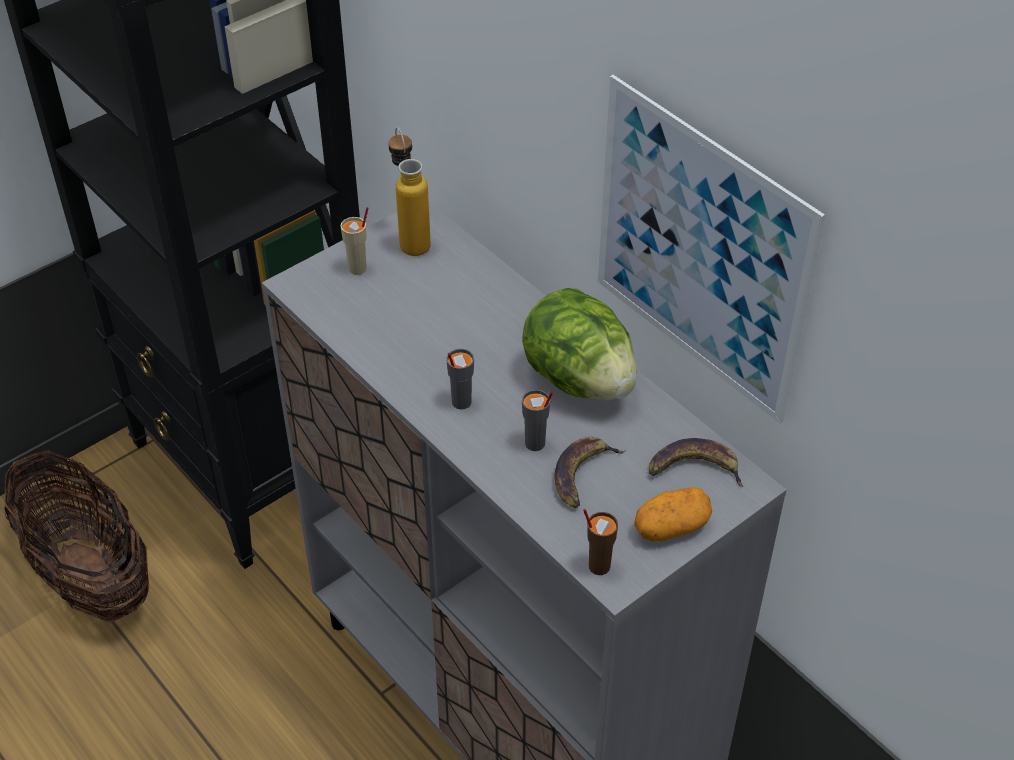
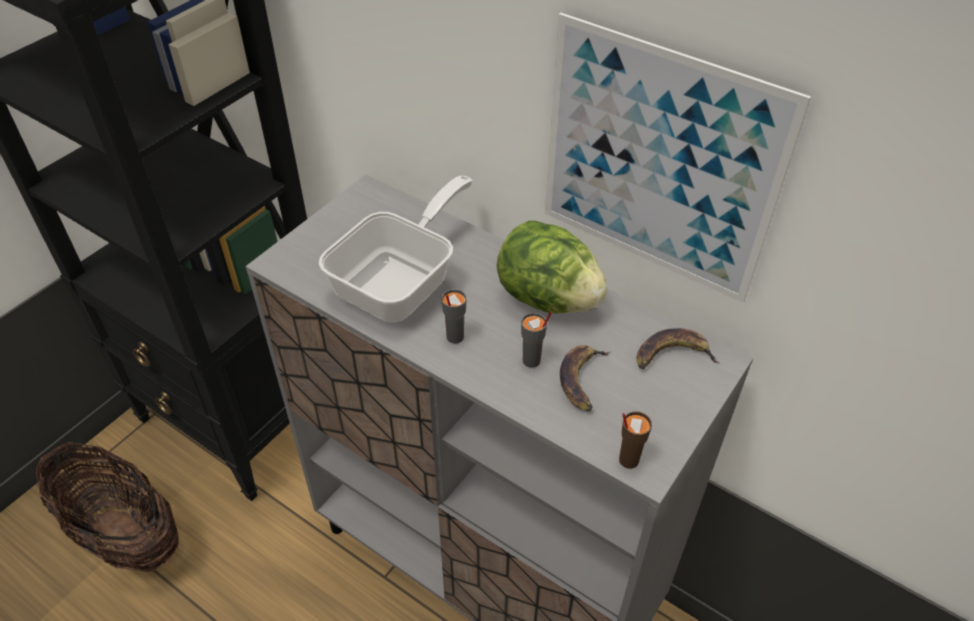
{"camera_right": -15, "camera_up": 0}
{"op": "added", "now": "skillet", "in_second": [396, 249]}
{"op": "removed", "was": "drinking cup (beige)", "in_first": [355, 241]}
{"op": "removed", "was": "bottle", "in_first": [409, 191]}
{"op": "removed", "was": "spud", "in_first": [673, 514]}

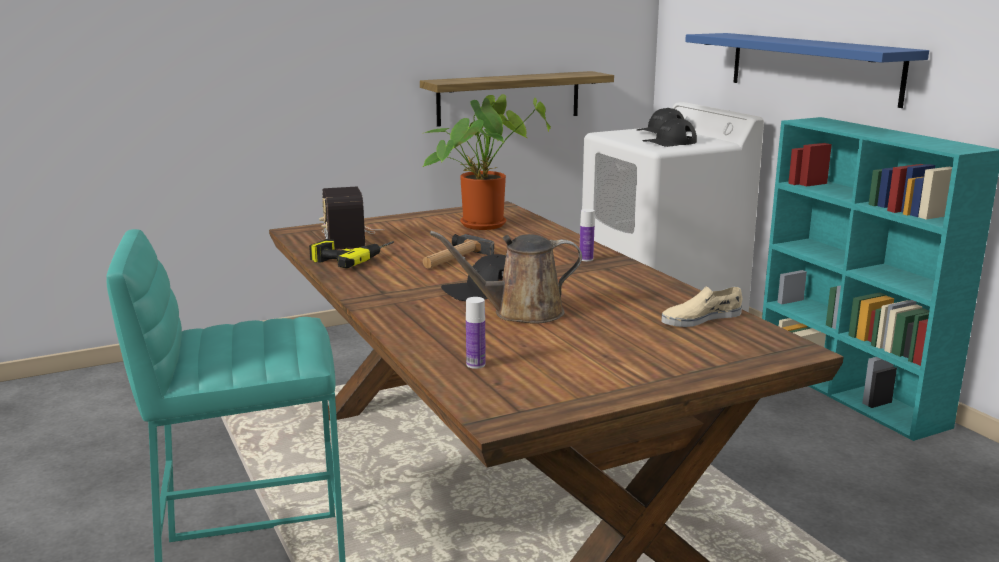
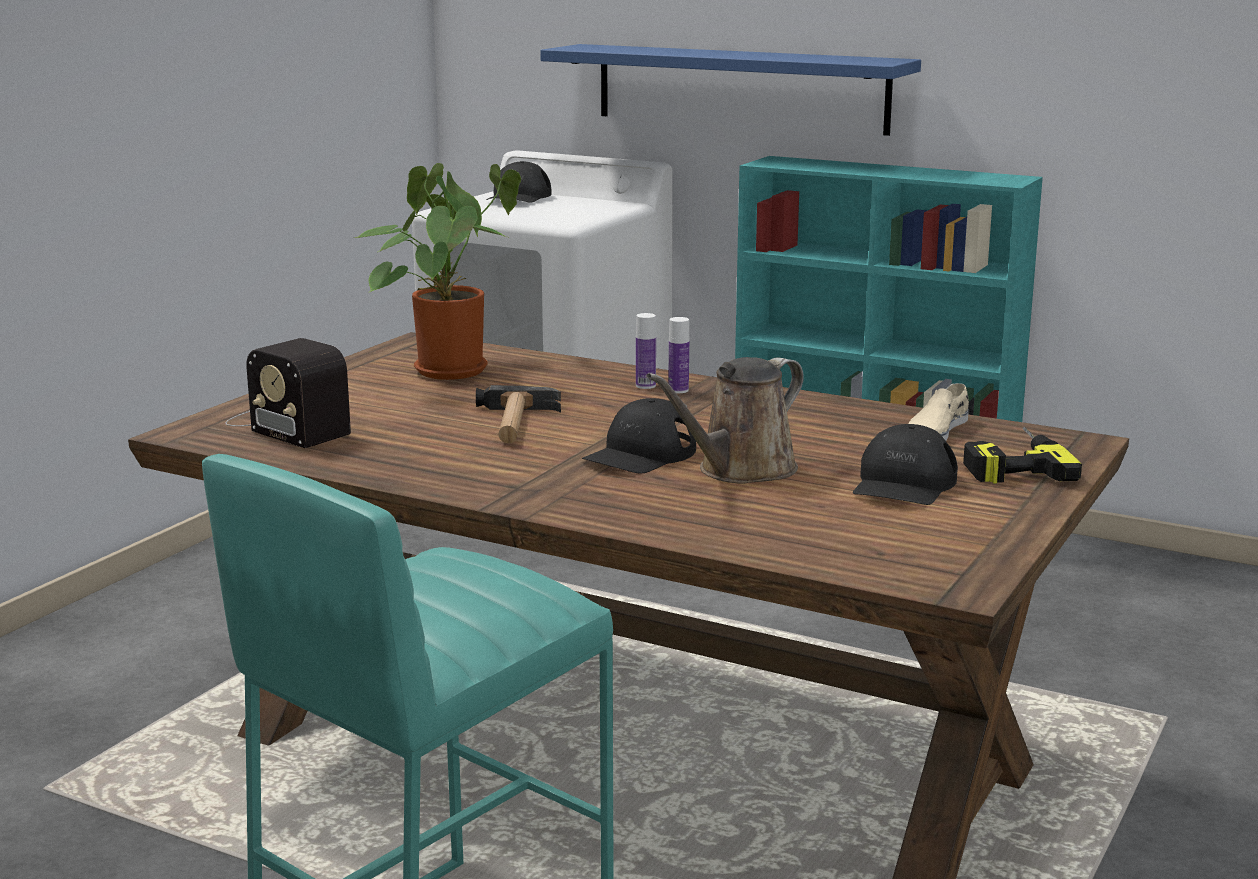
{"camera_right": -35, "camera_up": 0}
{"op": "moved", "was": "bottle", "in_first": [475, 333], "in_second": [646, 351]}
{"op": "moved", "was": "peaked cap (black)", "in_first": [670, 132], "in_second": [905, 464]}
{"op": "moved", "was": "power drill", "in_first": [351, 254], "in_second": [1022, 455]}
{"op": "removed", "was": "shelf", "in_first": [517, 99]}

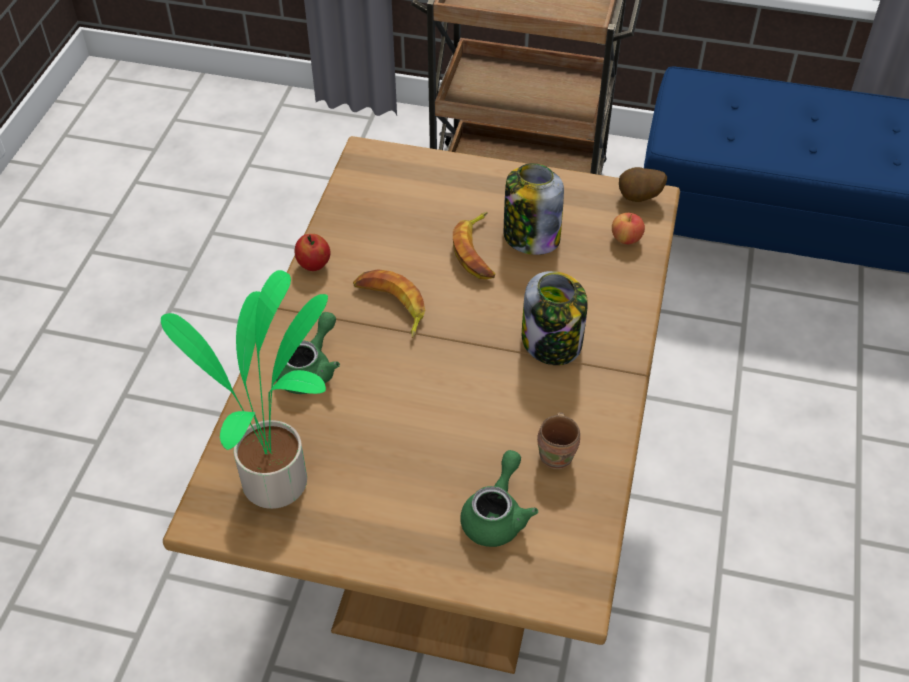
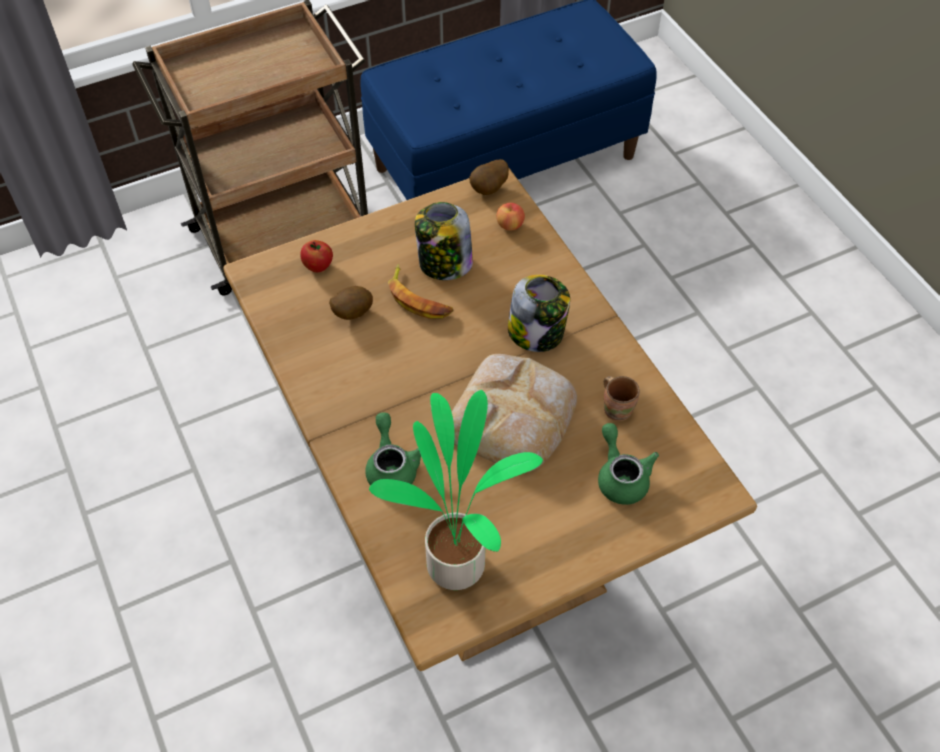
{"camera_right": -40, "camera_up": 5}
{"op": "moved", "was": "whole apple", "in_first": [312, 252], "in_second": [316, 256]}
{"op": "added", "now": "spud", "in_second": [351, 303]}
{"op": "added", "now": "baked bread", "in_second": [514, 413]}
{"op": "removed", "was": "banana", "in_first": [389, 303]}

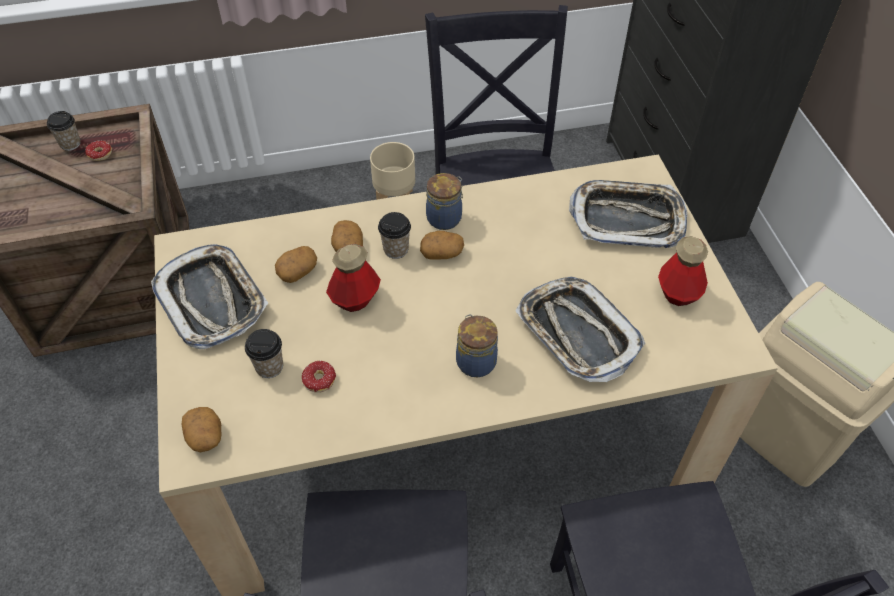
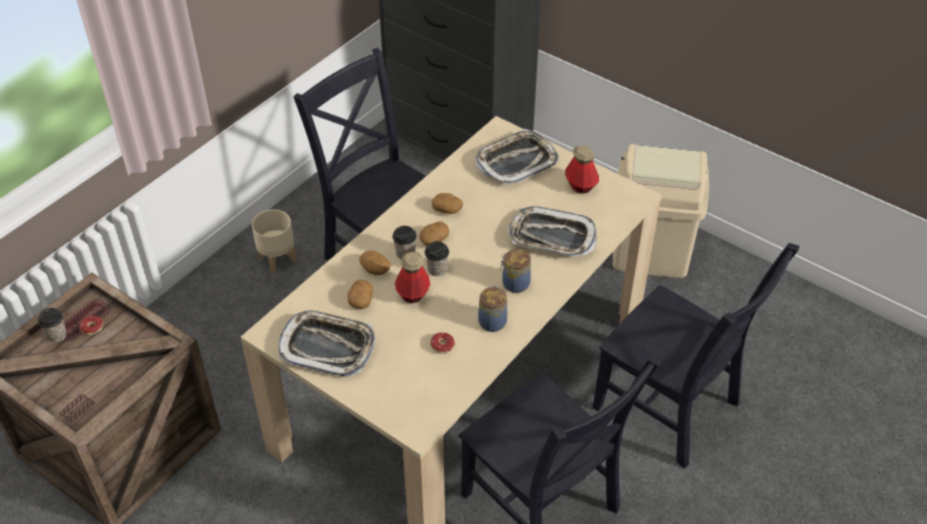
{"camera_right": -40, "camera_up": -5}
{"op": "moved", "was": "drinking cup", "in_first": [264, 353], "in_second": [437, 258]}
{"op": "moved", "was": "spud", "in_first": [201, 429], "in_second": [447, 203]}
{"op": "moved", "was": "jar", "in_first": [444, 201], "in_second": [492, 309]}

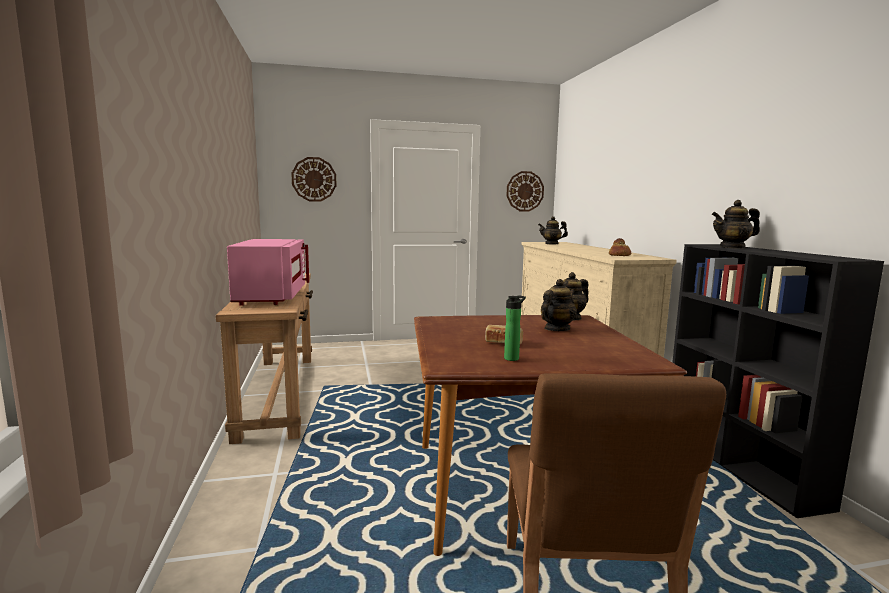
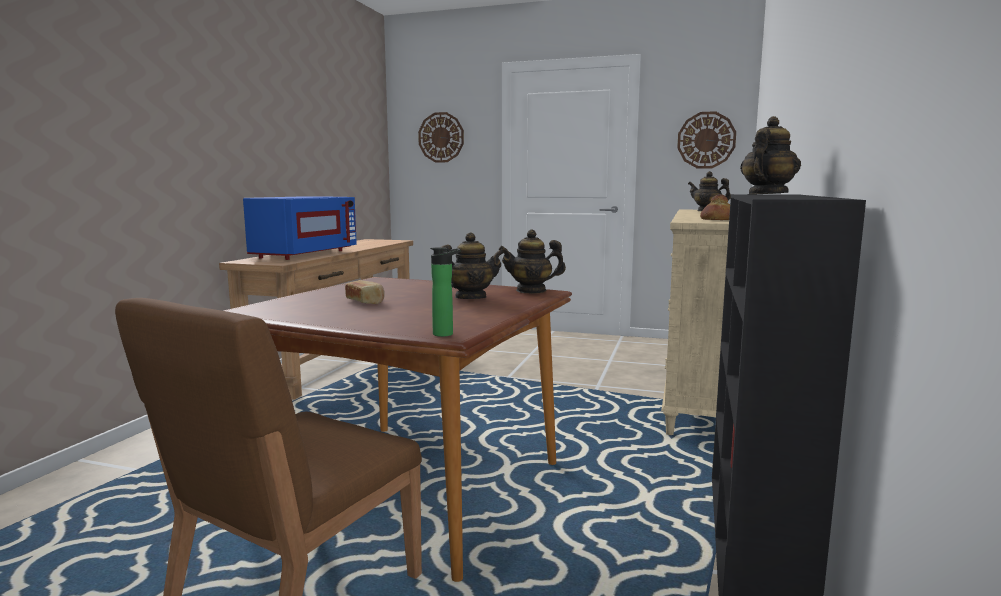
{"camera_right": 30, "camera_up": 0}
{"op": "recoloured", "was": "microwave oven (pink)", "now": "microwave oven (blue-coloured)", "in_first": [268, 272], "in_second": [300, 228]}
{"op": "moved", "was": "bottle", "in_first": [515, 328], "in_second": [445, 292]}
{"op": "turned", "was": "pot for tea", "in_first": [736, 224], "in_second": [770, 155], "clockwise": 105}

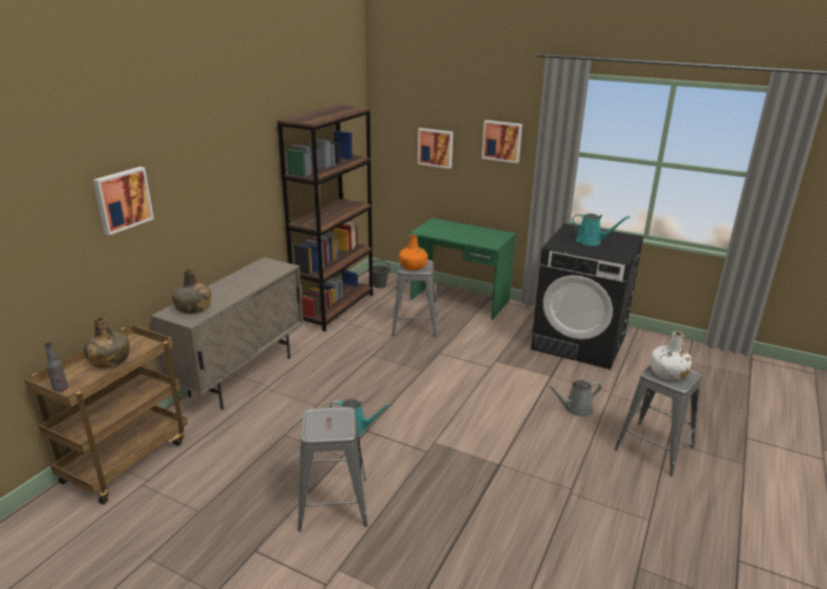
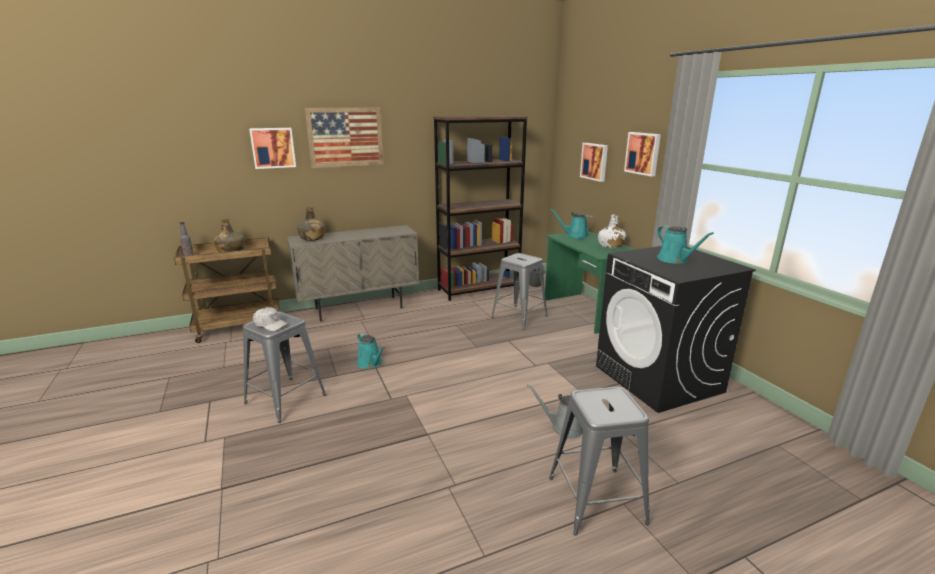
{"camera_right": 40, "camera_up": -5}
{"op": "added", "now": "peaked cap (white-coloured)", "in_second": [271, 319]}
{"op": "added", "now": "wall art", "in_second": [344, 137]}
{"op": "added", "now": "watering can (blue-green)", "in_second": [572, 224]}
{"op": "moved", "was": "bottle (white-coloured)", "in_first": [671, 356], "in_second": [612, 231]}
{"op": "removed", "was": "bottle (orange)", "in_first": [413, 252]}

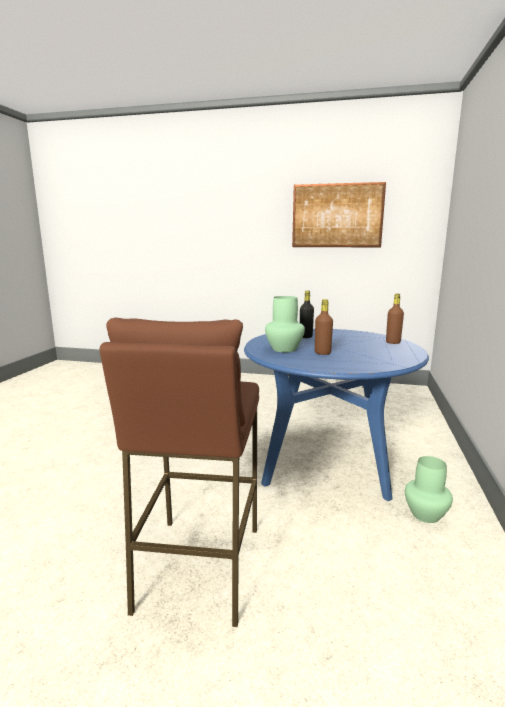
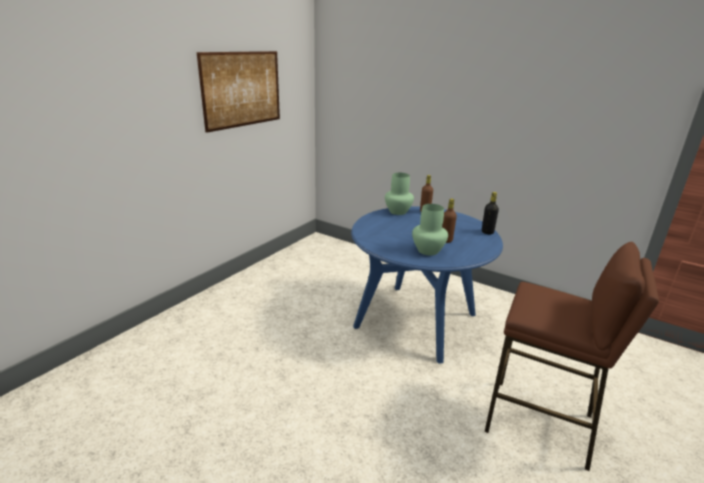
{"camera_right": -70, "camera_up": 10}
{"op": "moved", "was": "vase (green)", "in_first": [429, 489], "in_second": [399, 194]}
{"op": "moved", "was": "bottle (black)", "in_first": [307, 314], "in_second": [490, 213]}

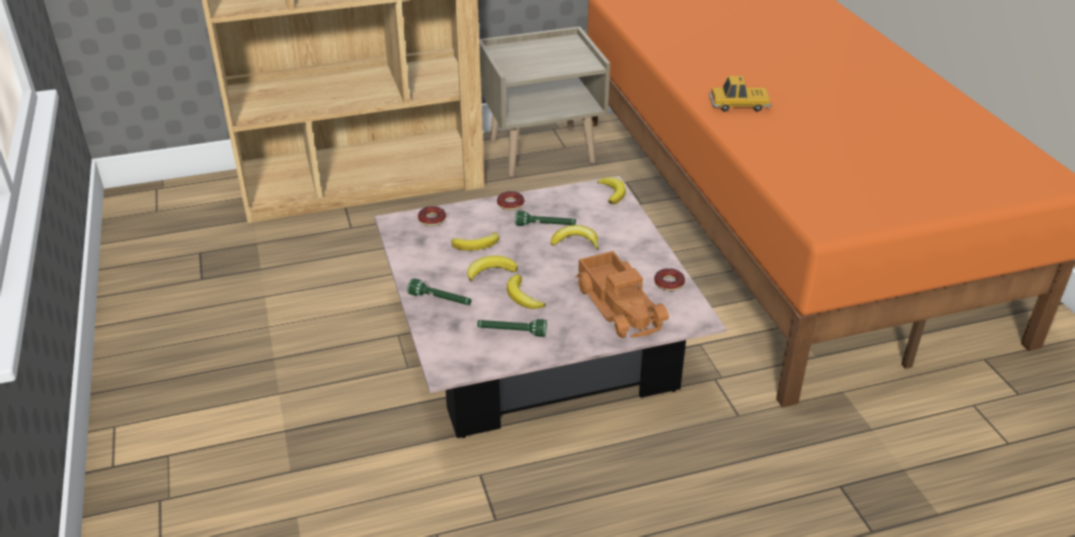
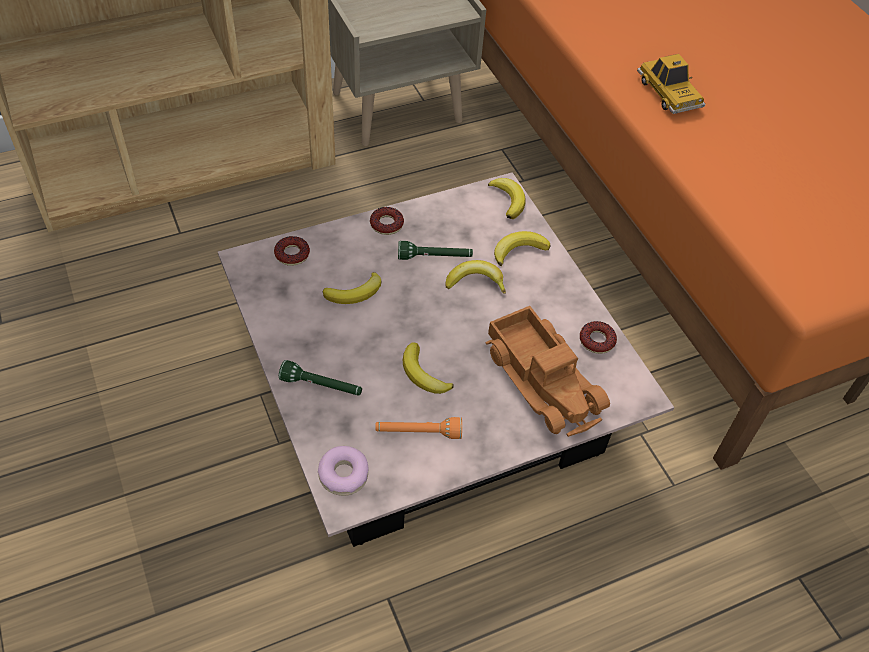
{"camera_right": -10, "camera_up": 15}
{"op": "added", "now": "doughnut", "in_second": [343, 471]}
{"op": "recoloured", "was": "torch (green)", "now": "torch (orange)", "in_first": [512, 328], "in_second": [418, 428]}
{"op": "moved", "was": "banana", "in_first": [492, 269], "in_second": [522, 248]}
{"op": "turned", "was": "miniature car", "in_first": [740, 94], "in_second": [671, 84], "clockwise": 75}

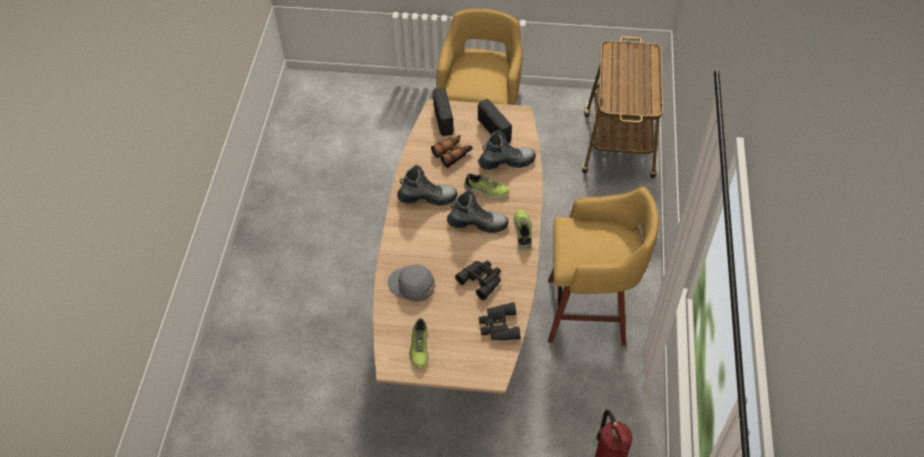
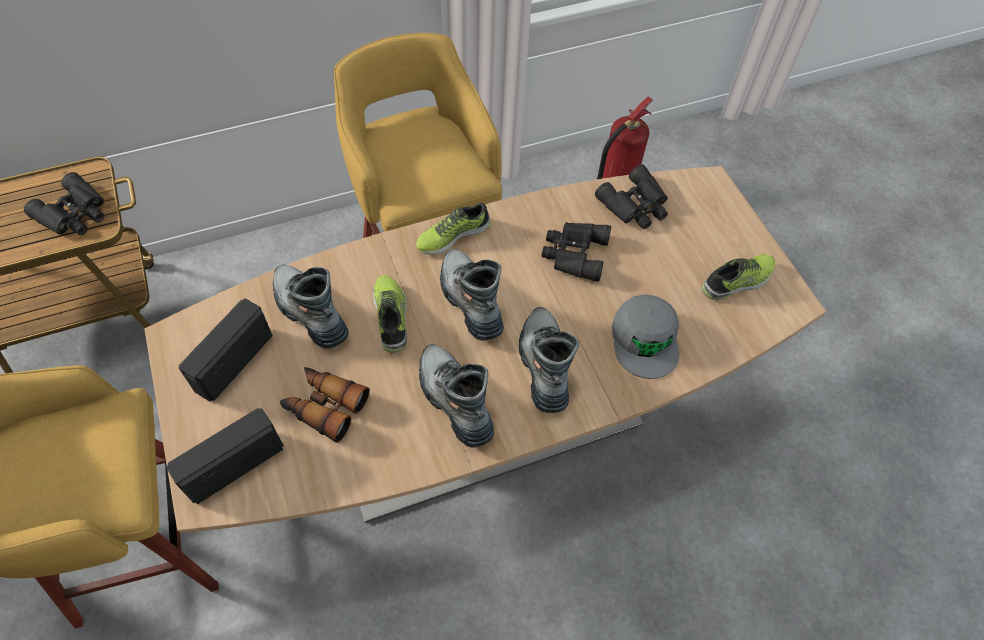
{"camera_right": -120, "camera_up": 5}
{"op": "added", "now": "binoculars (black)", "in_second": [64, 203]}
{"op": "added", "now": "boot", "in_second": [549, 360]}

